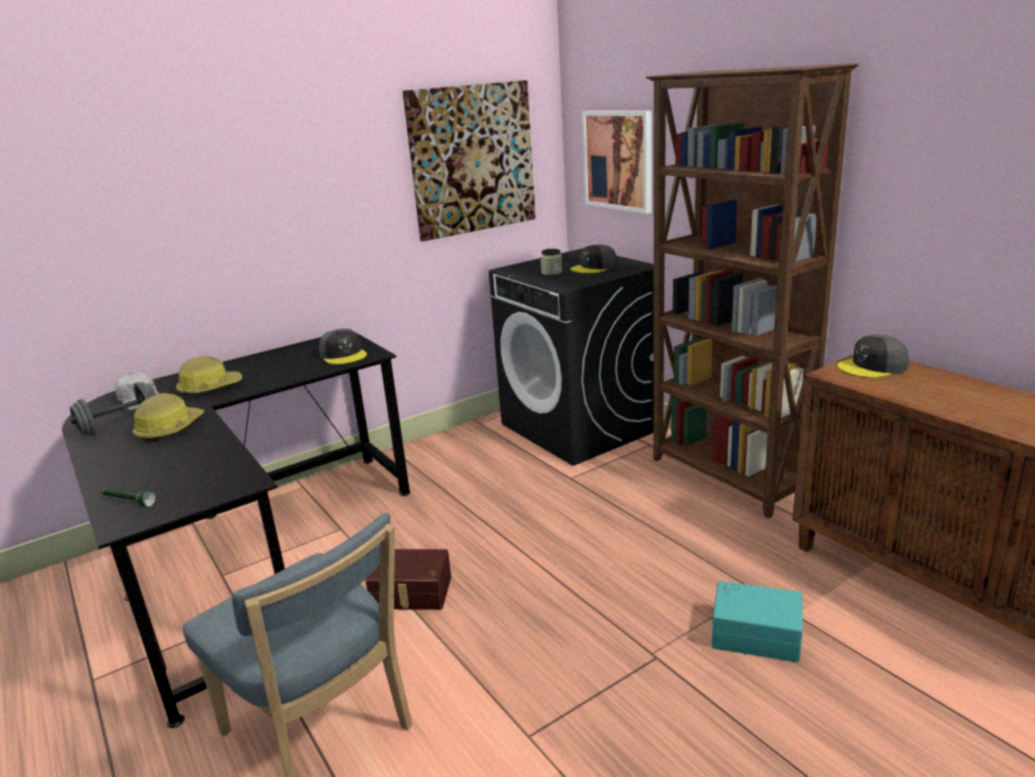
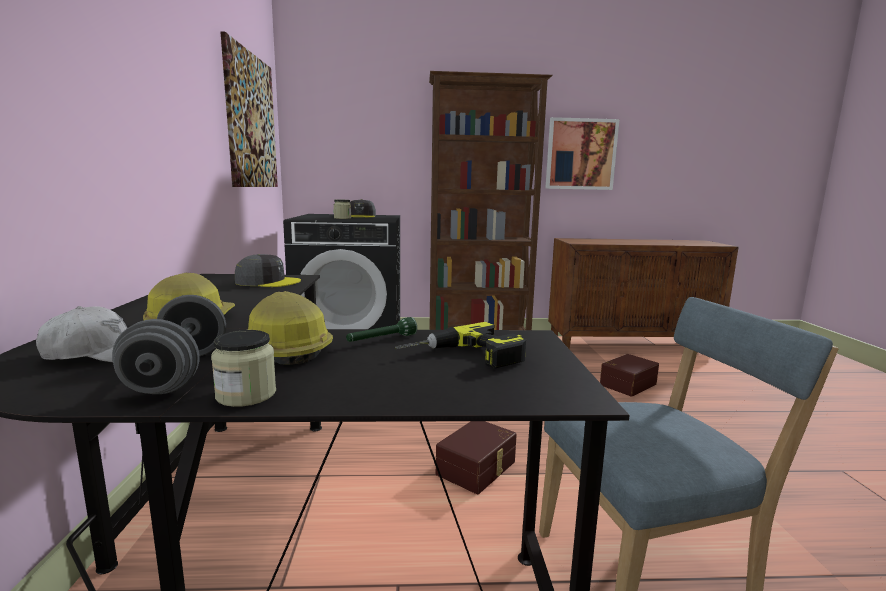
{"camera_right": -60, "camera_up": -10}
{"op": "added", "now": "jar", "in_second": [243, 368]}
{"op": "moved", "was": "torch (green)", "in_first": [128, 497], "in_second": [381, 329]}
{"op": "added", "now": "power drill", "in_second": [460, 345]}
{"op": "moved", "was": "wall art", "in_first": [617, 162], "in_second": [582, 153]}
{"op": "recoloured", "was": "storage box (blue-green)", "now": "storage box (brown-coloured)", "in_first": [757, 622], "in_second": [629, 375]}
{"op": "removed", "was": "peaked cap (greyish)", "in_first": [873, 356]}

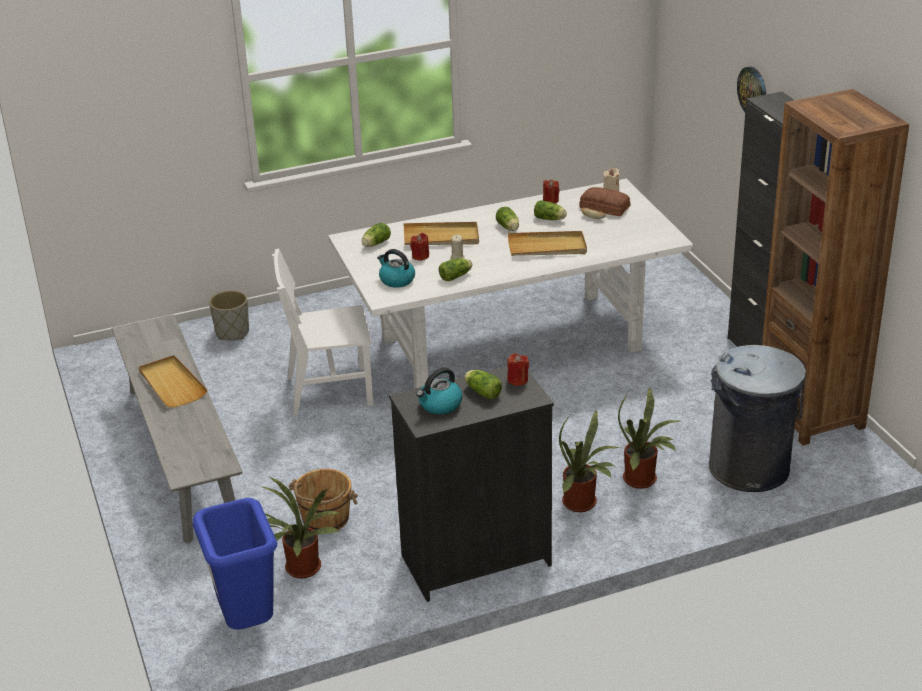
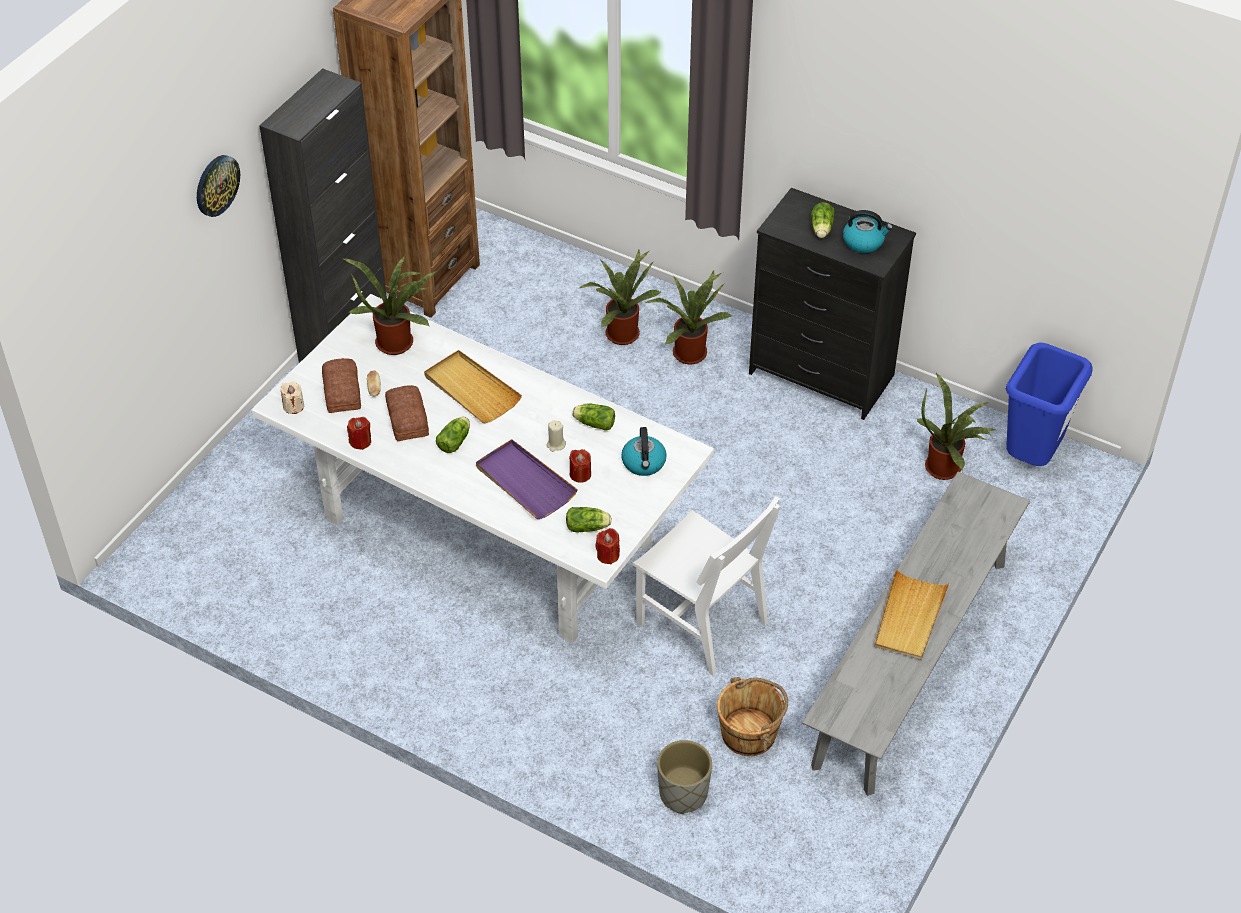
{"camera_right": -130, "camera_up": 15}
{"op": "added", "now": "potted plant", "in_second": [389, 305]}
{"op": "replaced", "was": "lettuce head", "now": "baked bread", "in_first": [550, 210], "in_second": [407, 413]}
{"op": "recoloured", "was": "serving tray (beige)", "now": "serving tray (purplish)", "in_first": [441, 233], "in_second": [527, 479]}
{"op": "moved", "was": "candle (reddish)", "in_first": [518, 369], "in_second": [607, 546]}
{"op": "moved", "was": "water bucket (brown-coloured)", "in_first": [323, 499], "in_second": [752, 716]}
{"op": "removed", "was": "trash can (greyish)", "in_first": [757, 418]}

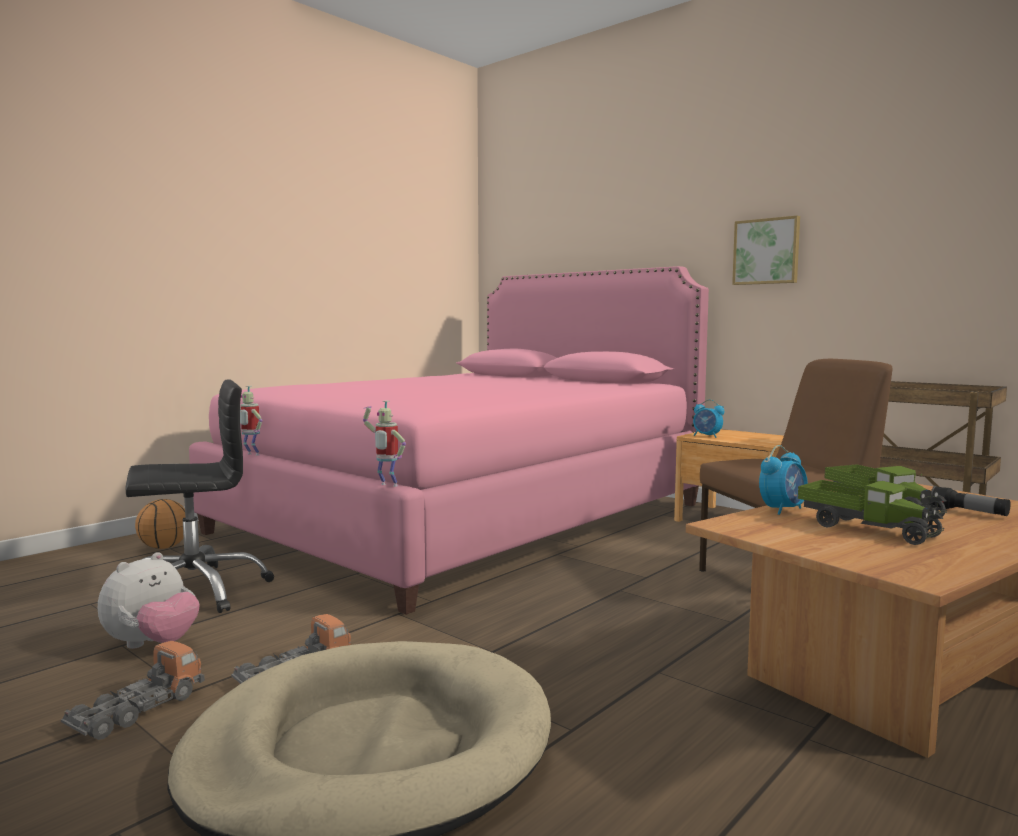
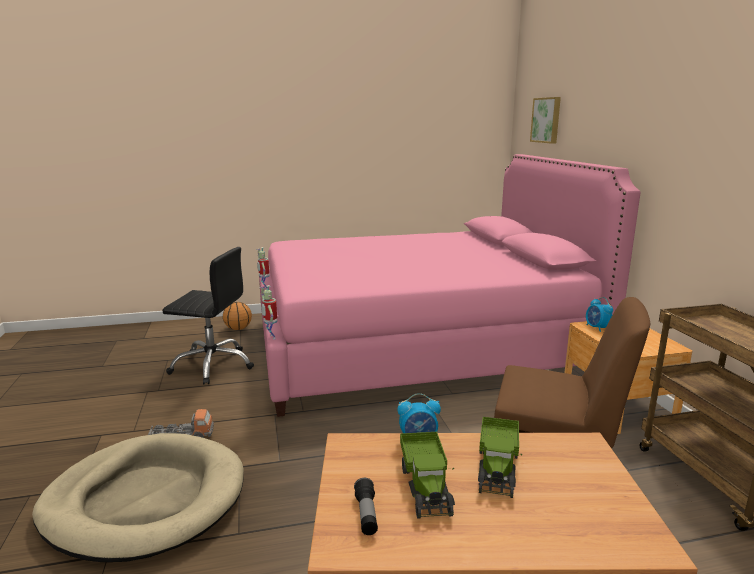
{"camera_right": 35, "camera_up": 10}
{"op": "moved", "was": "torch", "in_first": [971, 501], "in_second": [366, 506]}
{"op": "moved", "was": "wall art", "in_first": [766, 250], "in_second": [545, 120]}
{"op": "removed", "was": "toy lorry", "in_first": [133, 690]}
{"op": "removed", "was": "plush toy", "in_first": [149, 600]}

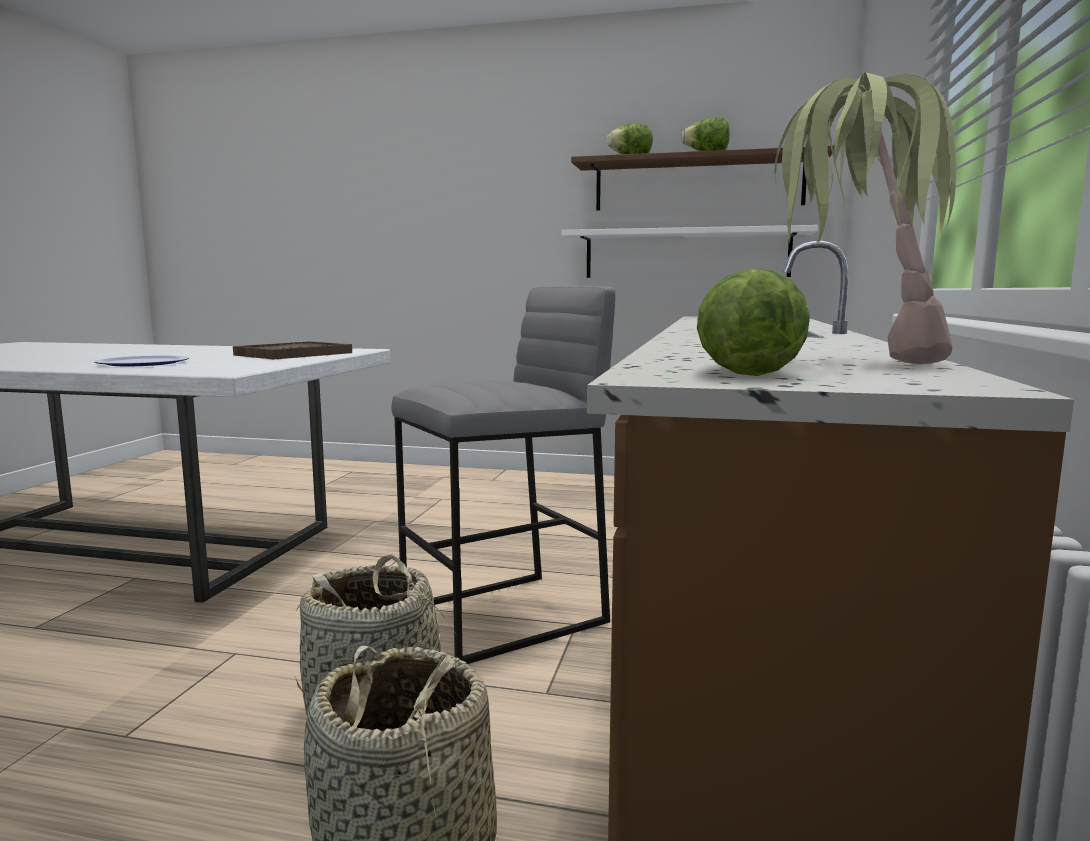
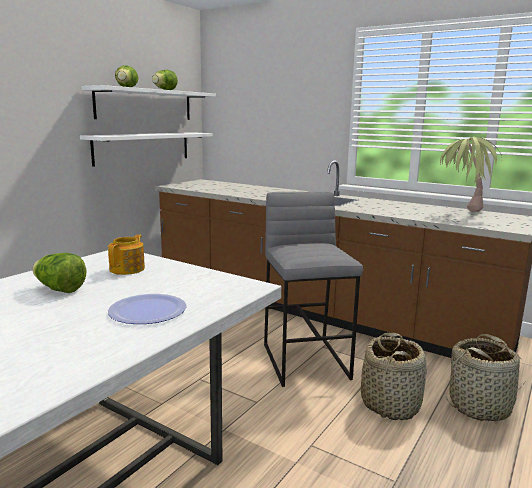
{"camera_right": -70, "camera_up": 5}
{"op": "moved", "was": "lettuce head", "in_first": [753, 322], "in_second": [59, 273]}
{"op": "recoloured", "was": "shelf (brown-coloured)", "now": "shelf (white-coloured)", "in_first": [702, 177], "in_second": [149, 102]}
{"op": "replaced", "was": "serving tray (brown-coloured)", "now": "pot for tea", "in_first": [292, 350], "in_second": [126, 254]}

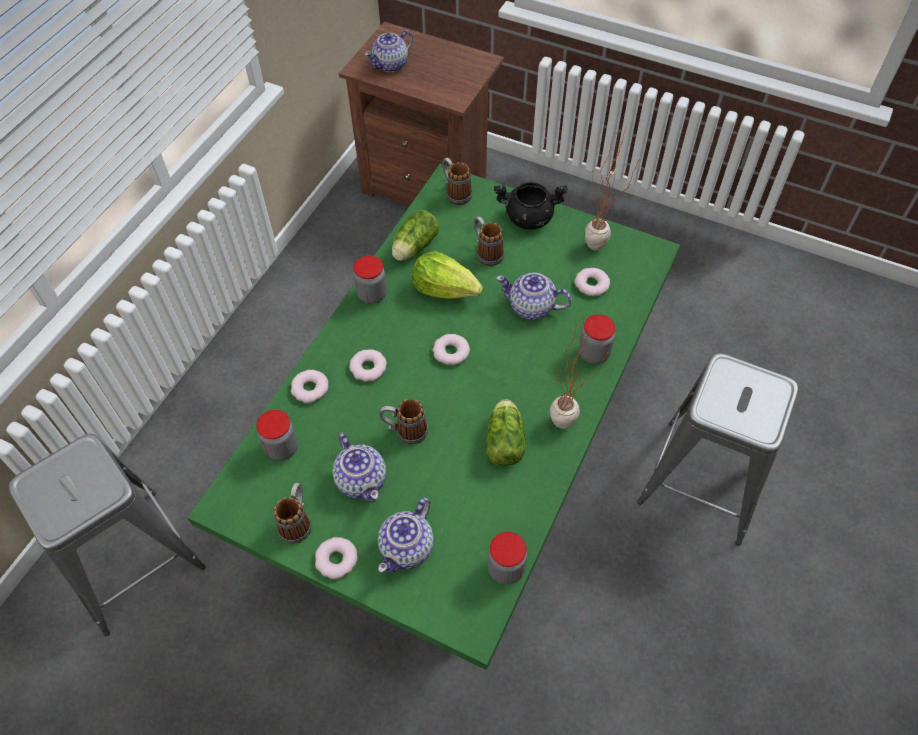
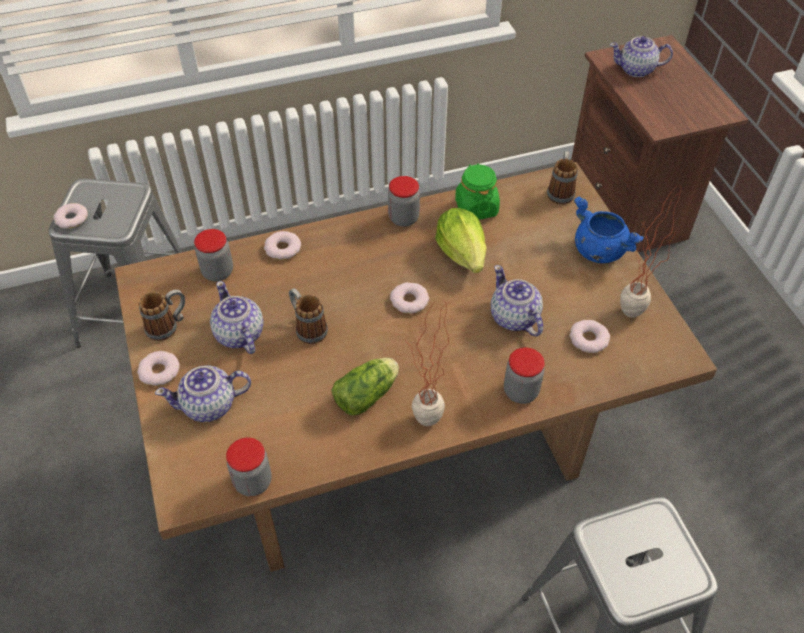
{"camera_right": 45, "camera_up": -5}
{"op": "moved", "was": "doughnut", "in_first": [368, 365], "in_second": [70, 215]}
{"op": "recoloured", "was": "kitchen table (green)", "now": "kitchen table (brown-coloured)", "in_first": [434, 417], "in_second": [415, 367]}
{"op": "turned", "was": "pot for tea", "in_first": [359, 467], "in_second": [237, 317], "clockwise": 135}
{"op": "replaced", "was": "lettuce head", "now": "jar (green)", "in_first": [415, 235], "in_second": [477, 191]}
{"op": "recoloured", "was": "saucepot (black)", "now": "saucepot (blue-coloured)", "in_first": [531, 206], "in_second": [609, 229]}
{"op": "removed", "was": "coffee mug", "in_first": [489, 241]}

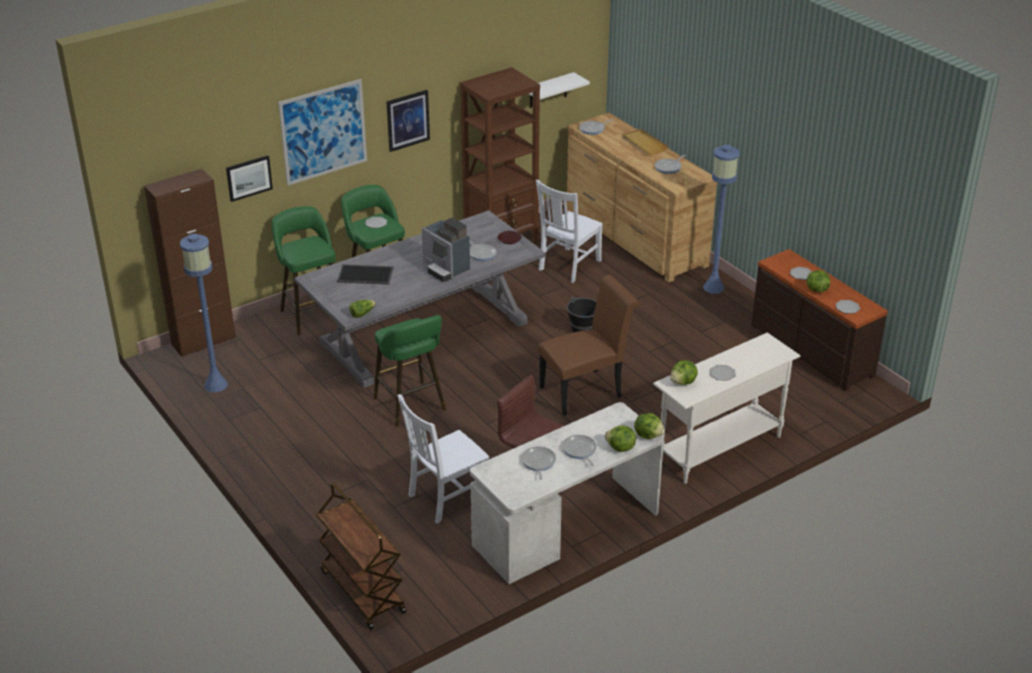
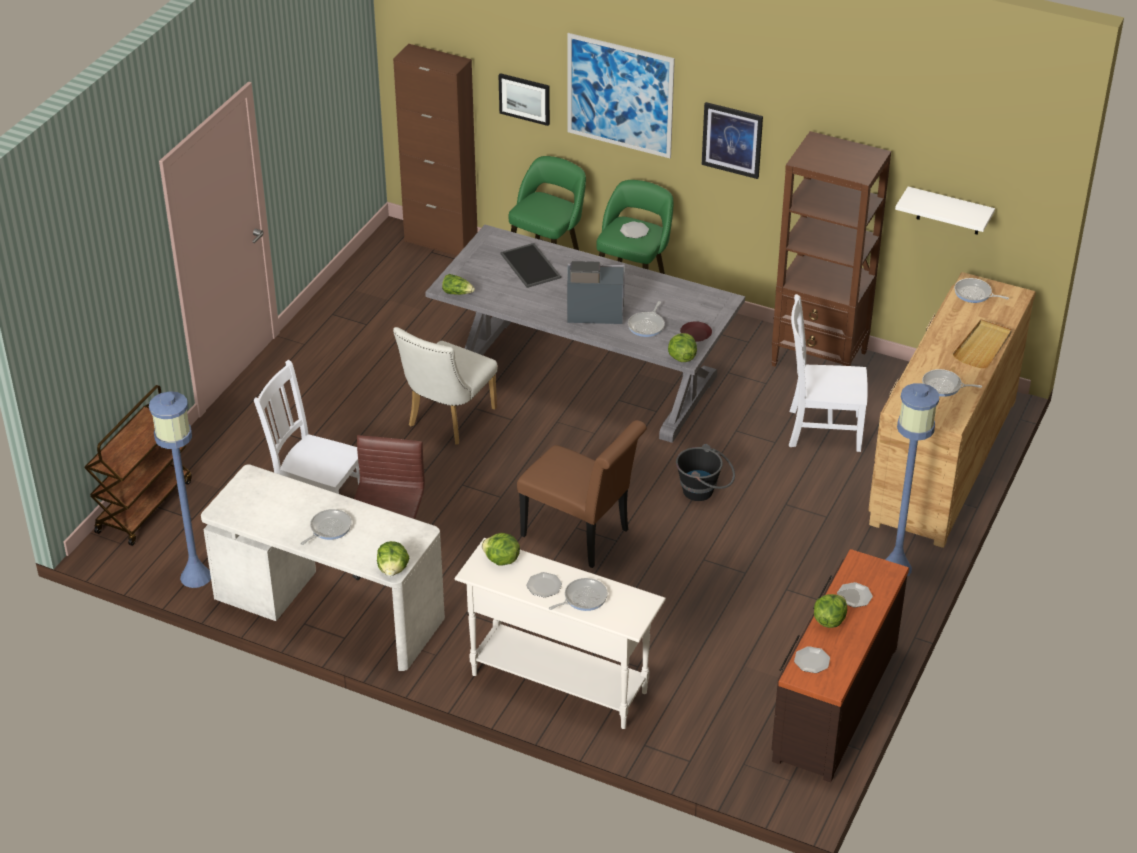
{"camera_right": 60, "camera_up": 5}
{"op": "moved", "was": "floor lamp (blue-coloured)", "in_first": [204, 313], "in_second": [180, 489]}
{"op": "replaced", "was": "sitting stool (green)", "now": "chair (white-coloured)", "in_first": [410, 371], "in_second": [445, 386]}
{"op": "moved", "was": "skillet", "in_first": [538, 463], "in_second": [578, 594]}
{"op": "turned", "was": "coffee machine", "in_first": [446, 250], "in_second": [596, 292], "clockwise": 75}
{"op": "moved", "was": "lettuce head", "in_first": [620, 438], "in_second": [682, 347]}

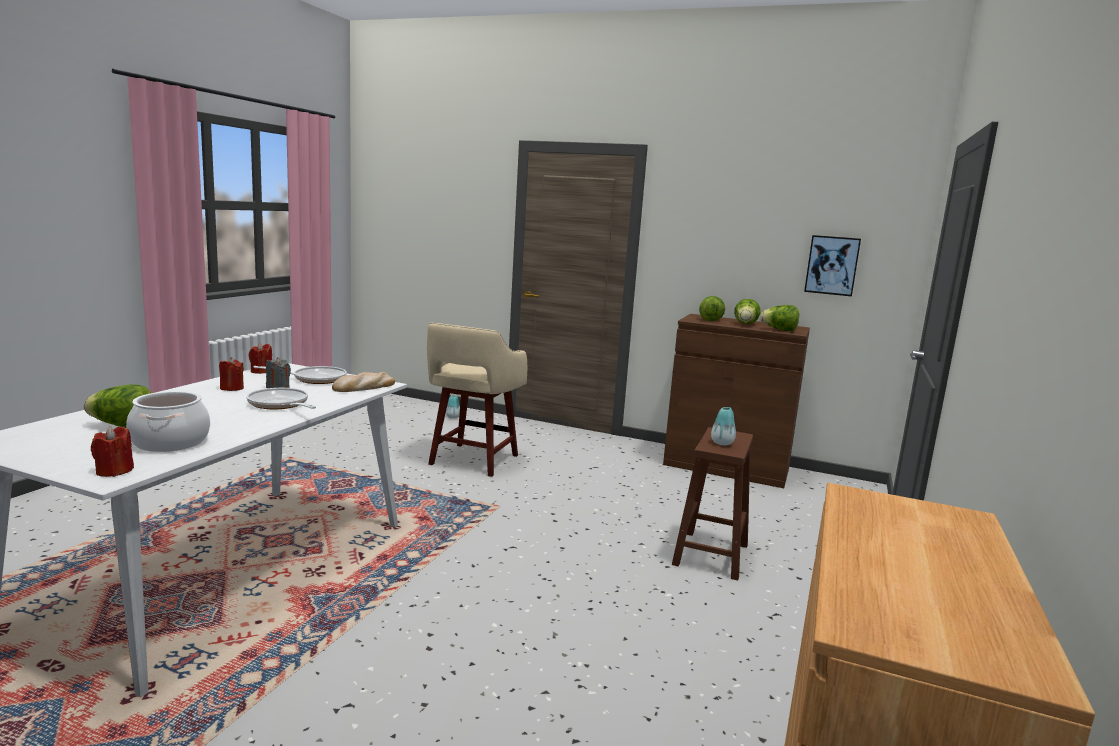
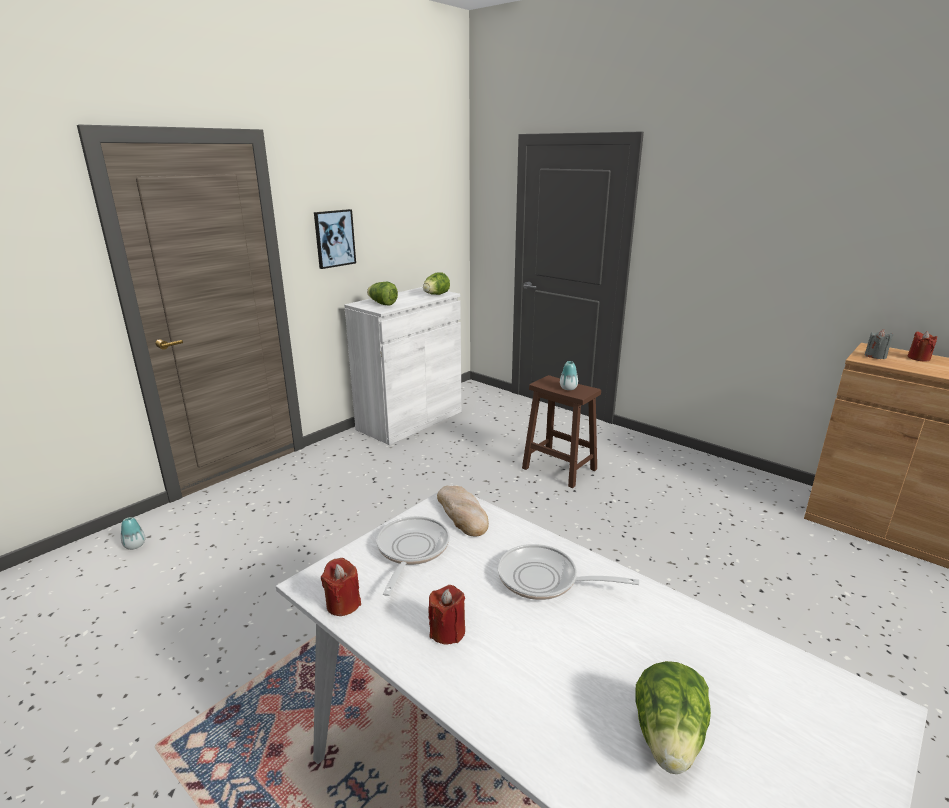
{"camera_right": -70, "camera_up": 10}
{"op": "moved", "was": "wall art", "in_first": [832, 265], "in_second": [335, 239]}
{"op": "recoloured", "was": "cupboard (brown-coloured)", "now": "cupboard (white-coloured)", "in_first": [736, 401], "in_second": [402, 366]}
{"op": "turned", "was": "skillet", "in_first": [281, 398], "in_second": [568, 572], "clockwise": 45}
{"op": "moved", "was": "candle (greyish)", "in_first": [278, 372], "in_second": [879, 344]}
{"op": "moved", "was": "candle (reddish)", "in_first": [112, 452], "in_second": [922, 346]}
{"op": "removed", "was": "saucepot", "in_first": [168, 421]}
{"op": "removed", "was": "sitting stool (beige)", "in_first": [477, 400]}
{"op": "removed", "was": "lettuce head", "in_first": [747, 311]}

